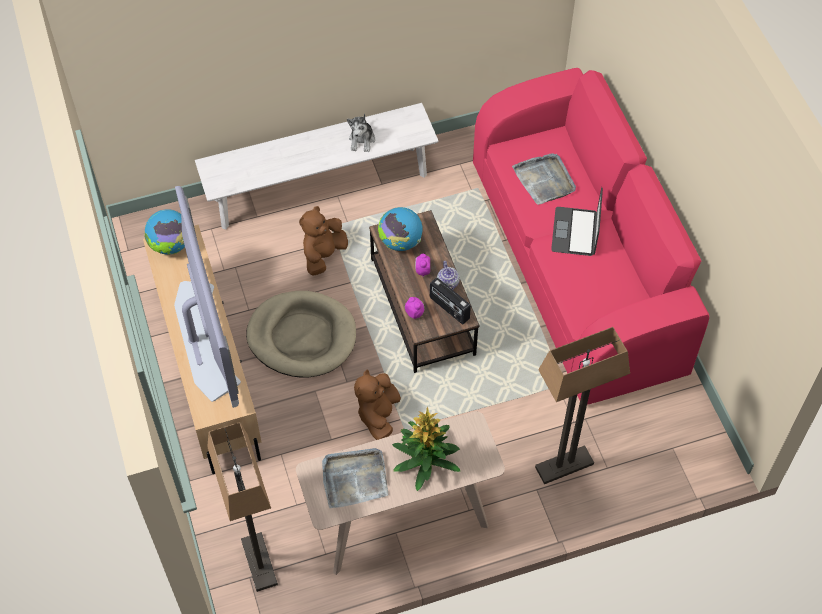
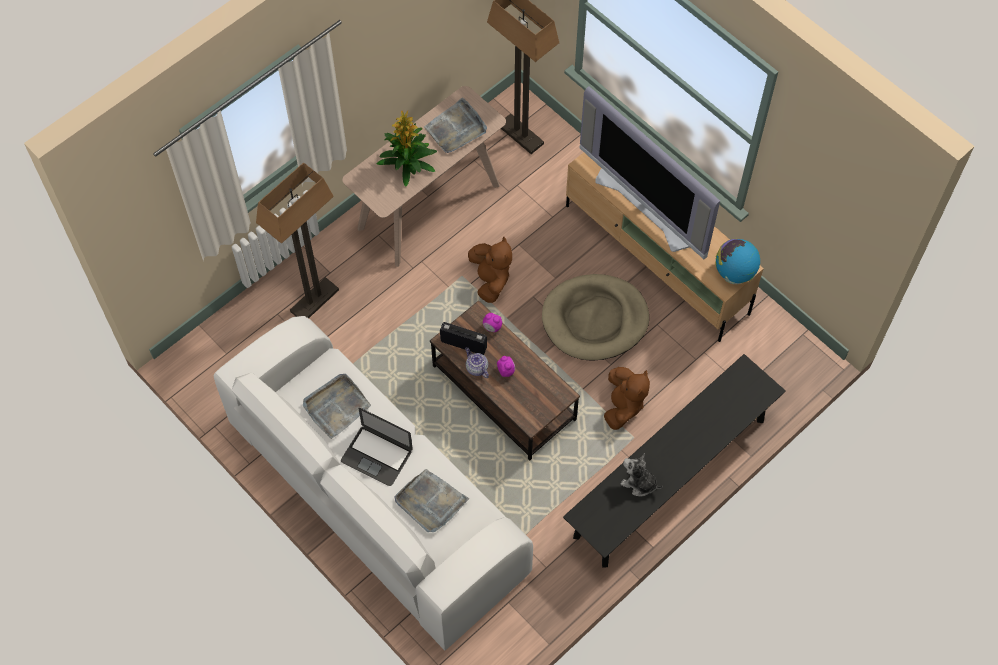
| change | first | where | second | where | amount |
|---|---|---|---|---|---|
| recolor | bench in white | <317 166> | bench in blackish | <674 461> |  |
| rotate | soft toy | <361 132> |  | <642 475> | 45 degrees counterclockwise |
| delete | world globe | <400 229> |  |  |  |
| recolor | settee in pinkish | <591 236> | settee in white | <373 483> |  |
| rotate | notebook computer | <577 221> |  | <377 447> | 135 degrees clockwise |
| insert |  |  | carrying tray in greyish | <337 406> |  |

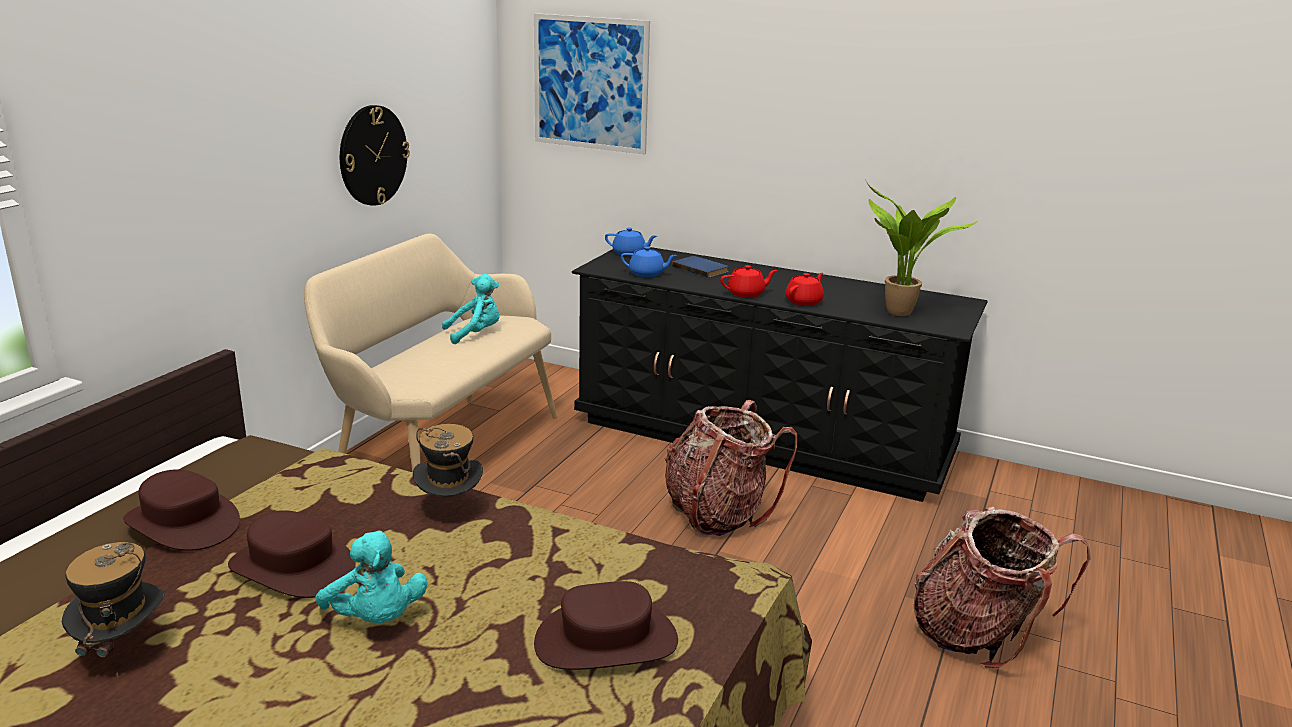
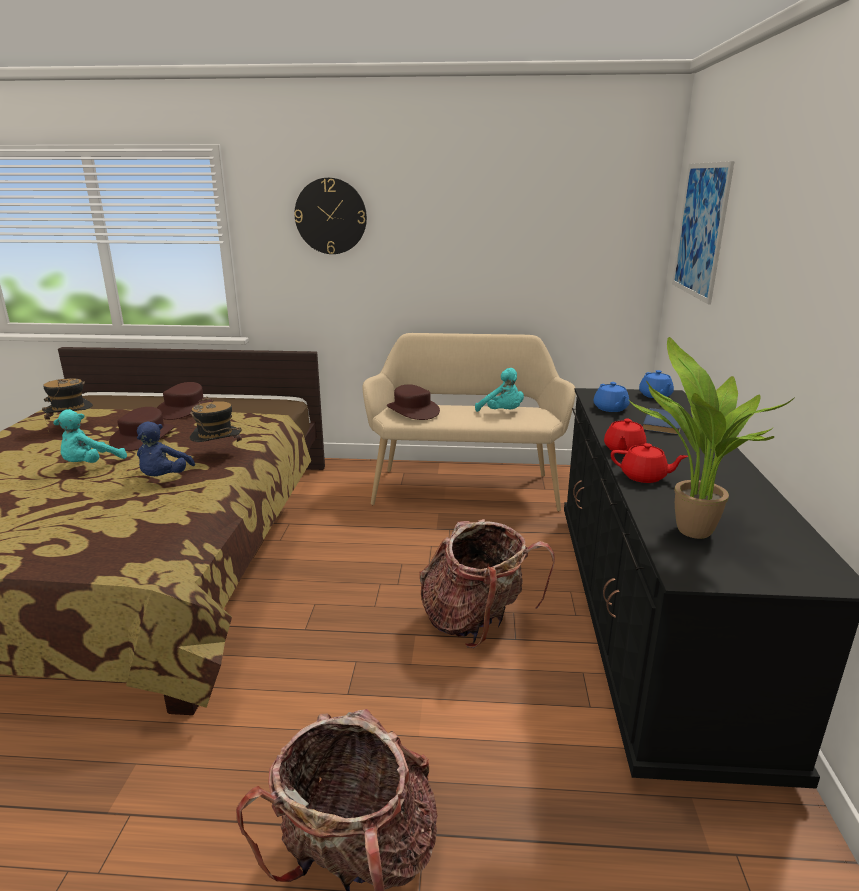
| change | first | where | second | where | amount |
|---|---|---|---|---|---|
| move | clock on the wall | <375 155> |  | <330 216> |  |
| move | clothing hat in brown-coloured | <606 625> |  | <413 402> |  |
| rotate | tea pot in reddish | <748 281> |  | <625 436> | 60 degrees clockwise |
| insert |  |  | soft toy in blue | <166 449> |  |

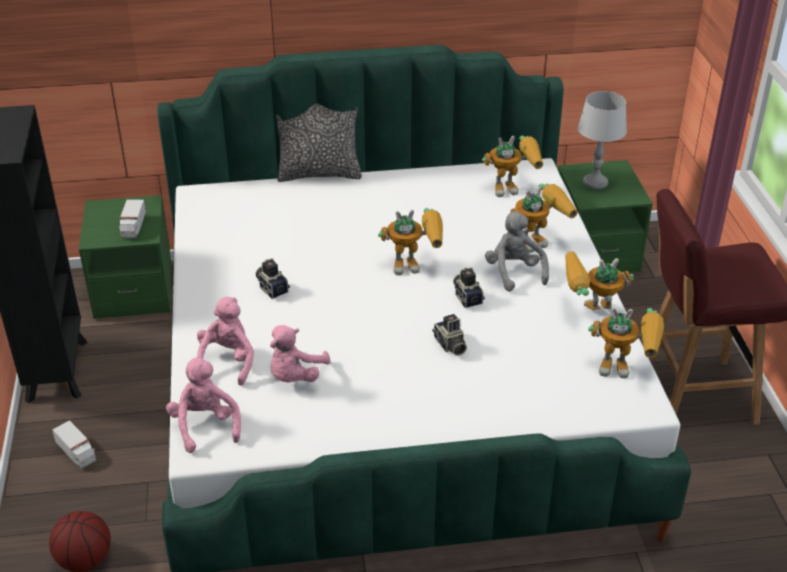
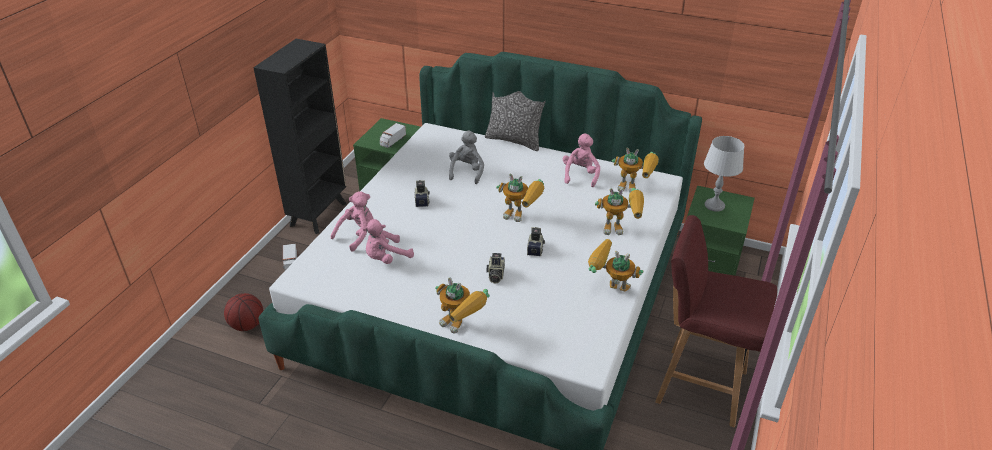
| change | first | where | second | where | amount |
|---|---|---|---|---|---|
| move | soft toy in pinkish | <203 405> |  | <581 160> |  |
| move | soft toy in greyish | <517 251> |  | <466 157> |  |
| move | model robot | <626 342> |  | <462 305> |  |

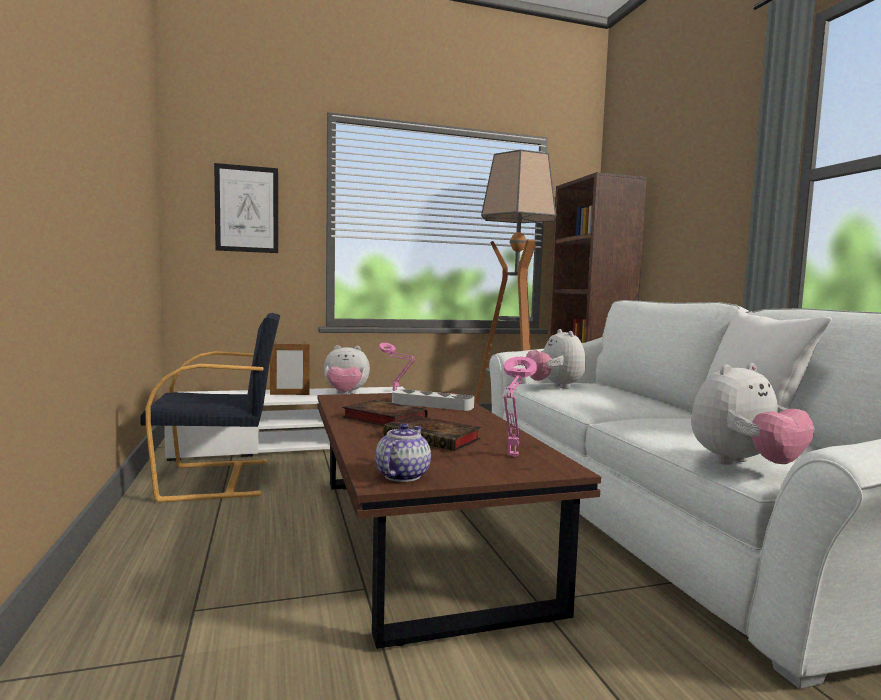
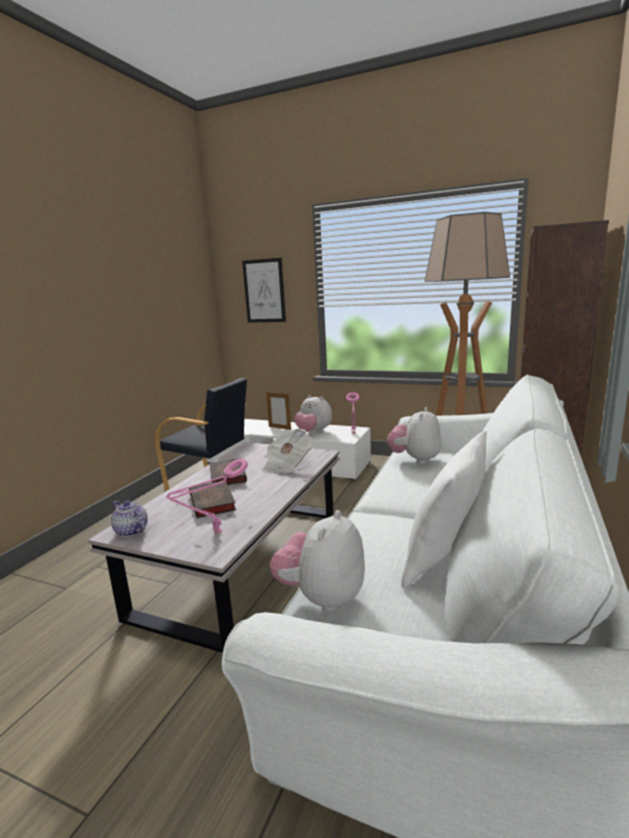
| change | first | where | second | where | amount |
|---|---|---|---|---|---|
| recolor | low table in brown-coloured | <459 520> | low table in white | <214 547> |  |
| rotate | tea pot | <403 452> |  | <129 518> | 105 degrees counterclockwise |
| replace | carrying tray in greyish | <433 400> | daily paper | <288 451> |  |
| rotate | soft toy | <753 414> |  | <317 560> | 105 degrees clockwise |

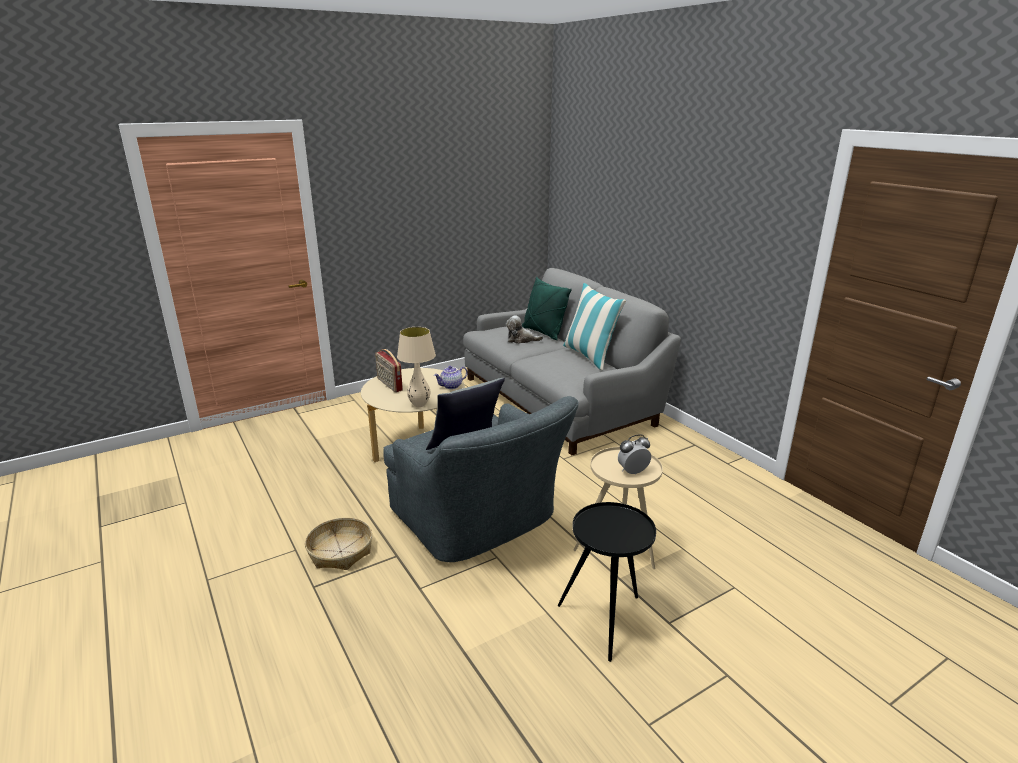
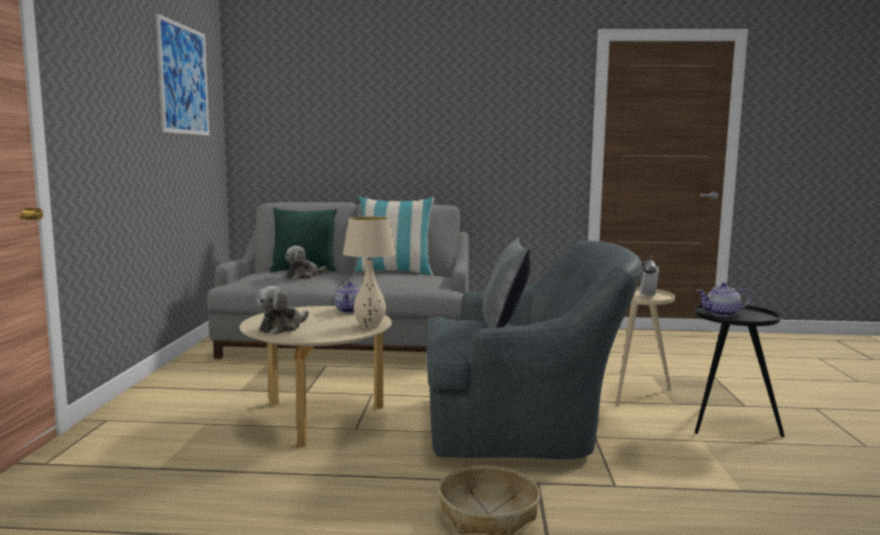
| change | first | where | second | where | amount |
|---|---|---|---|---|---|
| replace | radio set | <389 370> | soft toy | <282 310> |  |
| insert |  |  | wall art | <182 74> |  |
| insert |  |  | tea pot | <724 300> |  |

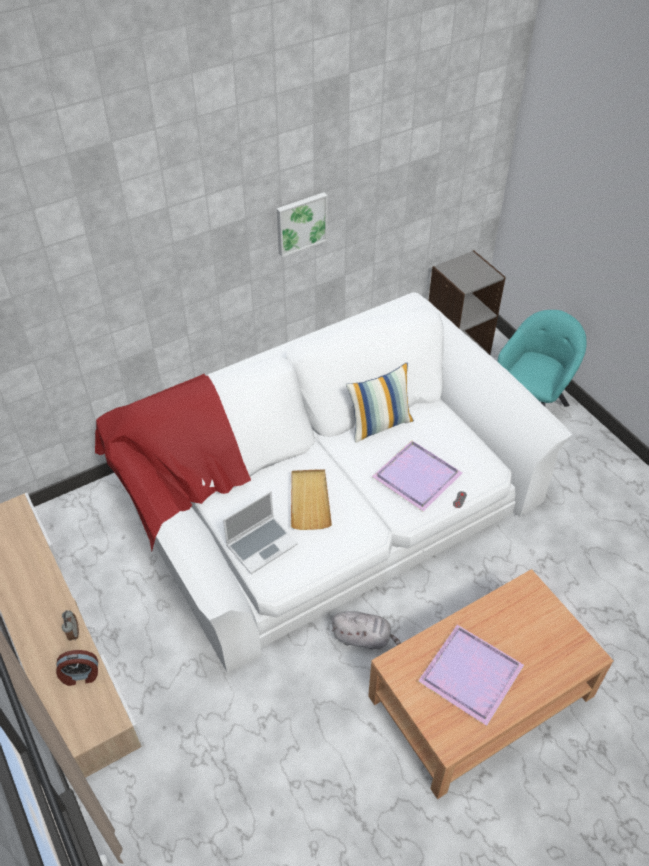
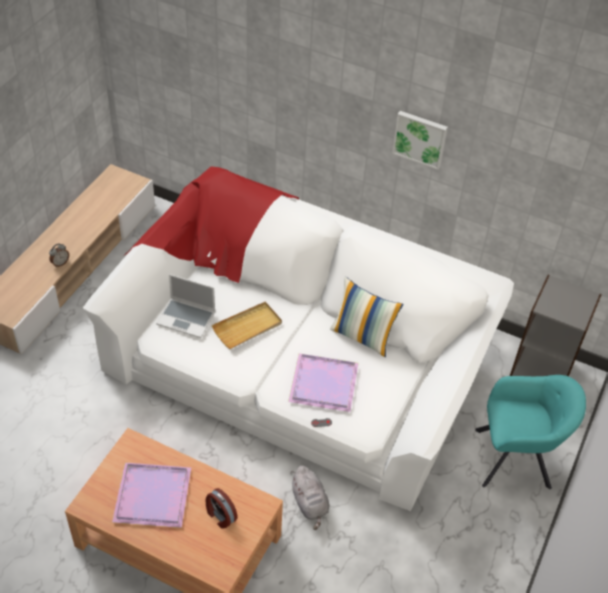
| change | first | where | second | where | amount |
|---|---|---|---|---|---|
| move | table clock | <77 668> |  | <222 508> |  |
| move | soft toy in greyish | <366 630> |  | <310 497> |  |

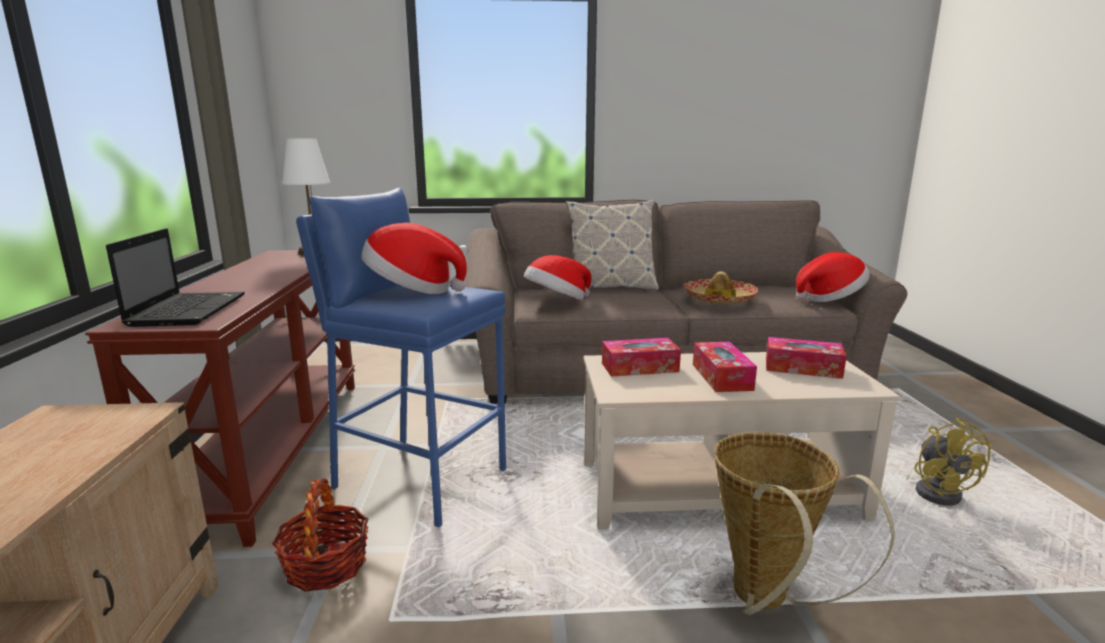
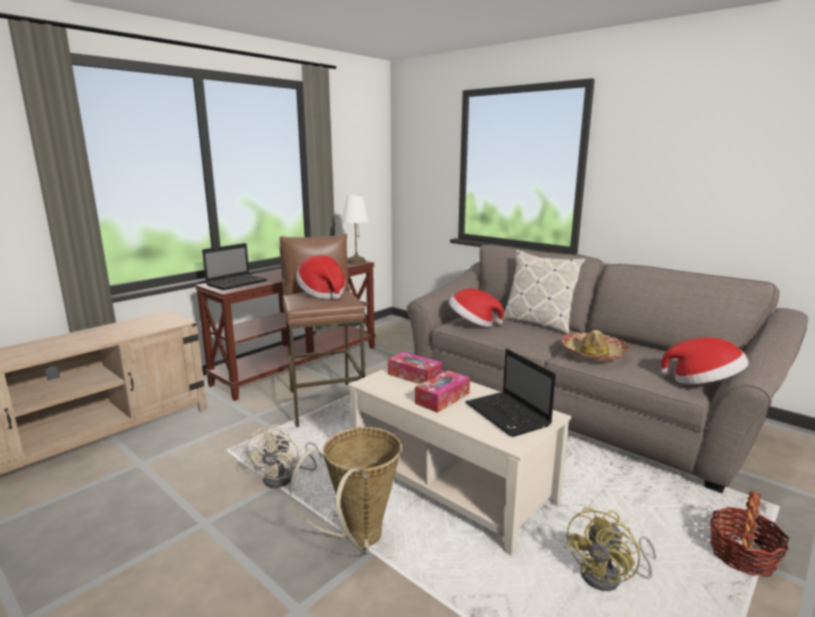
| change | first | where | second | where | amount |
|---|---|---|---|---|---|
| move | basket | <320 535> |  | <749 533> |  |
| recolor | stool in blue | <401 357> | stool in brown-coloured | <322 330> |  |
| replace | box of tissues | <806 358> | notebook computer | <510 393> |  |
| insert |  |  | electric fan in beige | <283 456> |  |

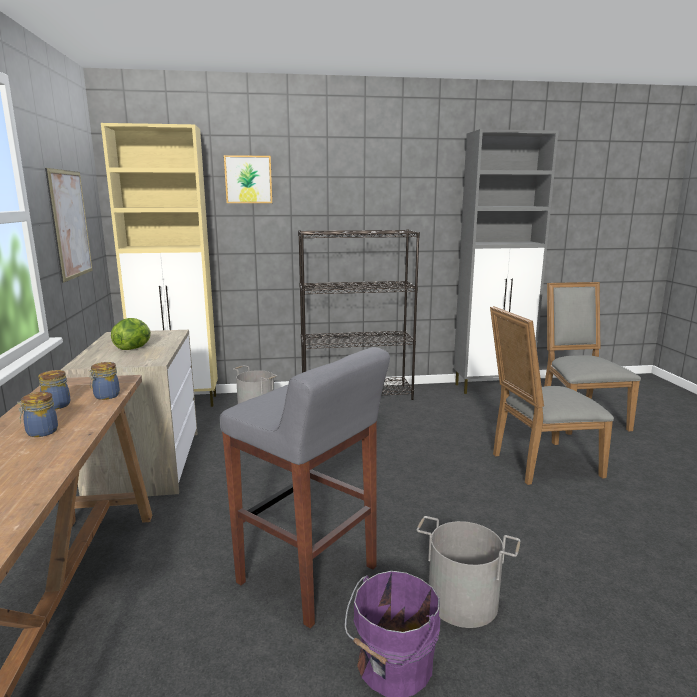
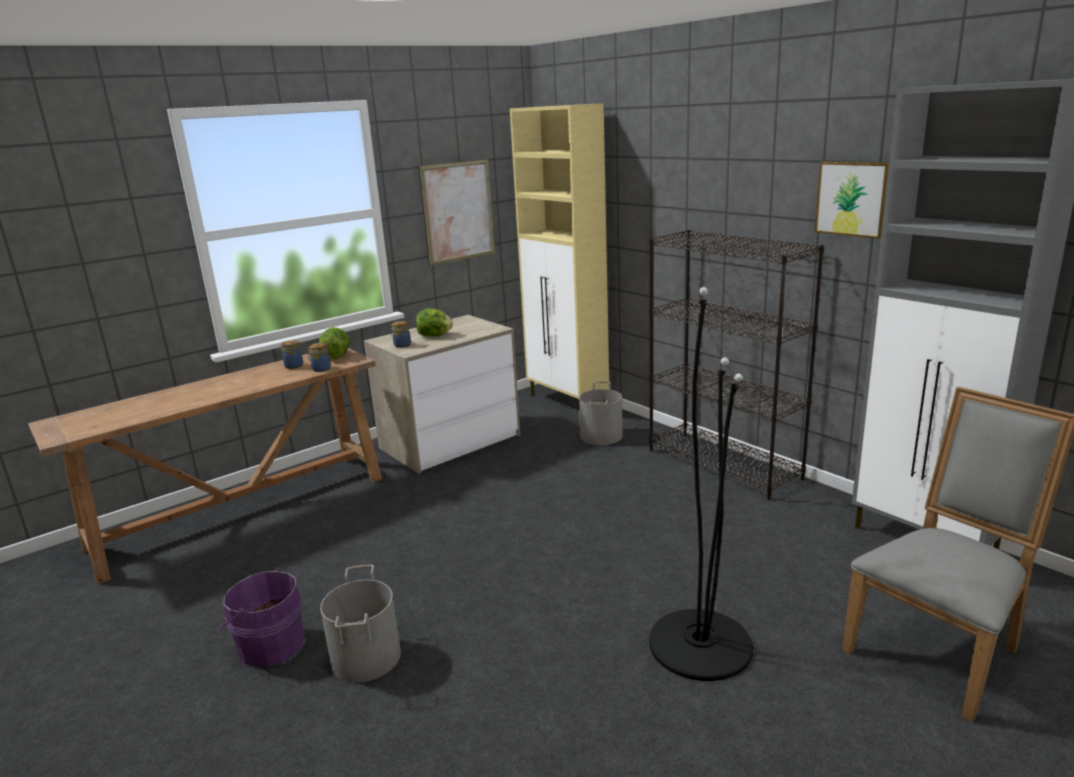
| change | first | where | second | where | amount |
|---|---|---|---|---|---|
| move | jar | <37 414> |  | <401 334> |  |
| delete | stool in greyish | <305 487> |  |  |  |
| move | wall art | <248 179> |  | <852 200> |  |
| replace | upright chair in greyish | <552 395> | floor lamp in blackish | <701 484> |  |
| insert |  |  | head of lettuce | <334 343> |  |

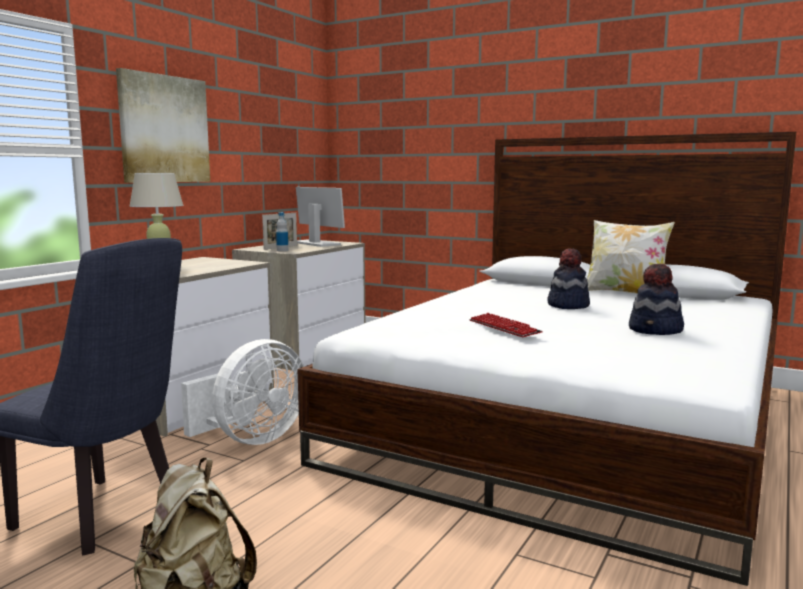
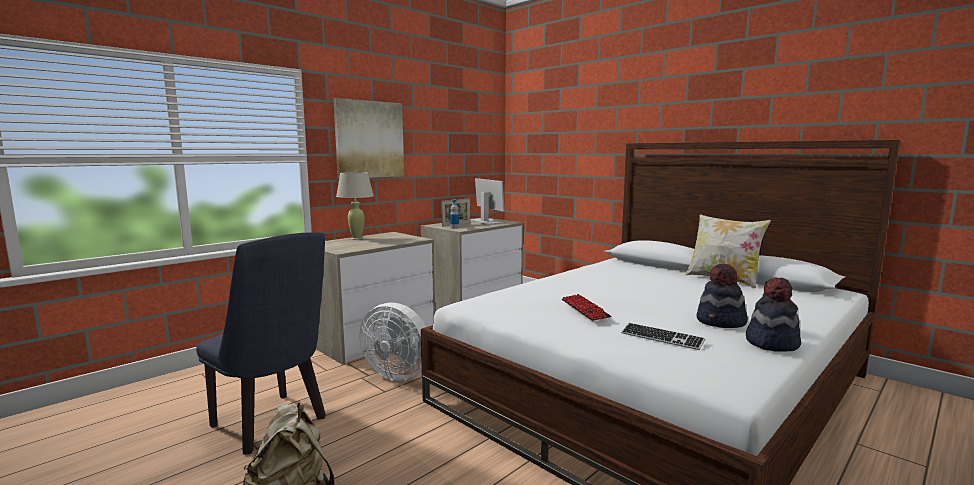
| change | first | where | second | where | amount |
|---|---|---|---|---|---|
| rotate | electric fan in white | <242 392> |  | <393 342> | 60 degrees clockwise |
| move | clothing hat | <568 278> |  | <773 315> |  |
| insert |  |  | PC keyboard | <663 336> |  |

